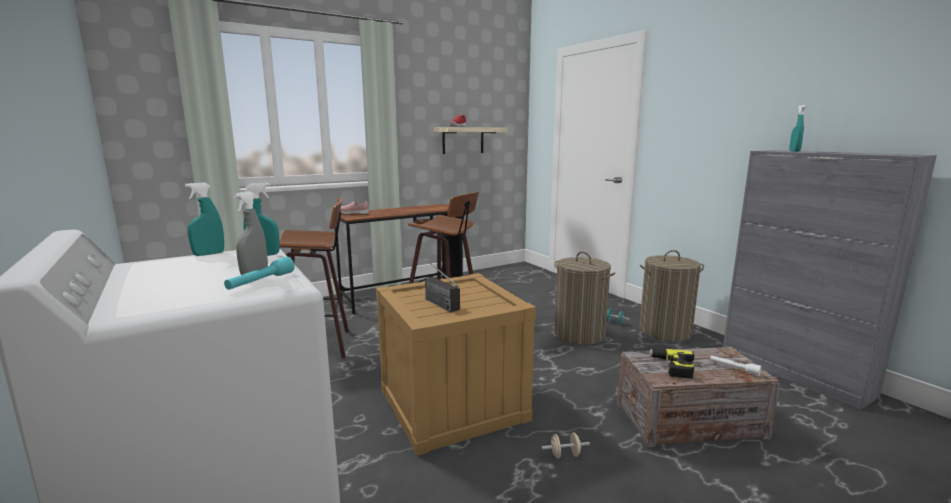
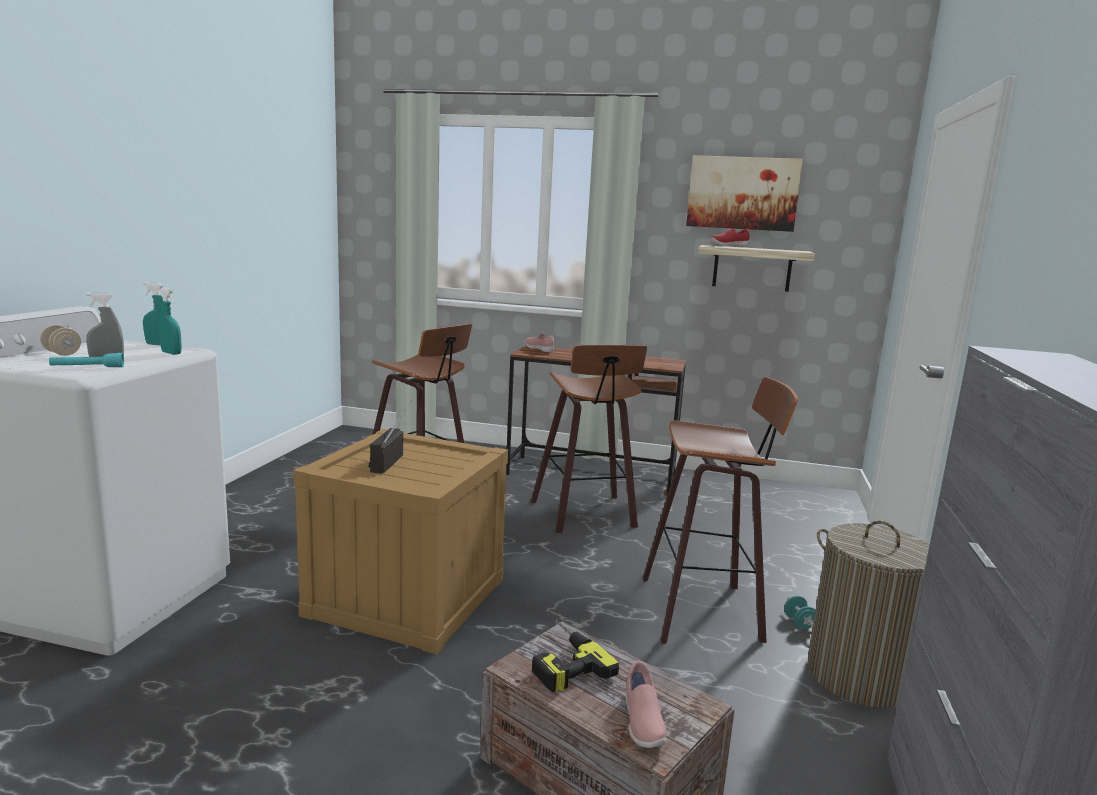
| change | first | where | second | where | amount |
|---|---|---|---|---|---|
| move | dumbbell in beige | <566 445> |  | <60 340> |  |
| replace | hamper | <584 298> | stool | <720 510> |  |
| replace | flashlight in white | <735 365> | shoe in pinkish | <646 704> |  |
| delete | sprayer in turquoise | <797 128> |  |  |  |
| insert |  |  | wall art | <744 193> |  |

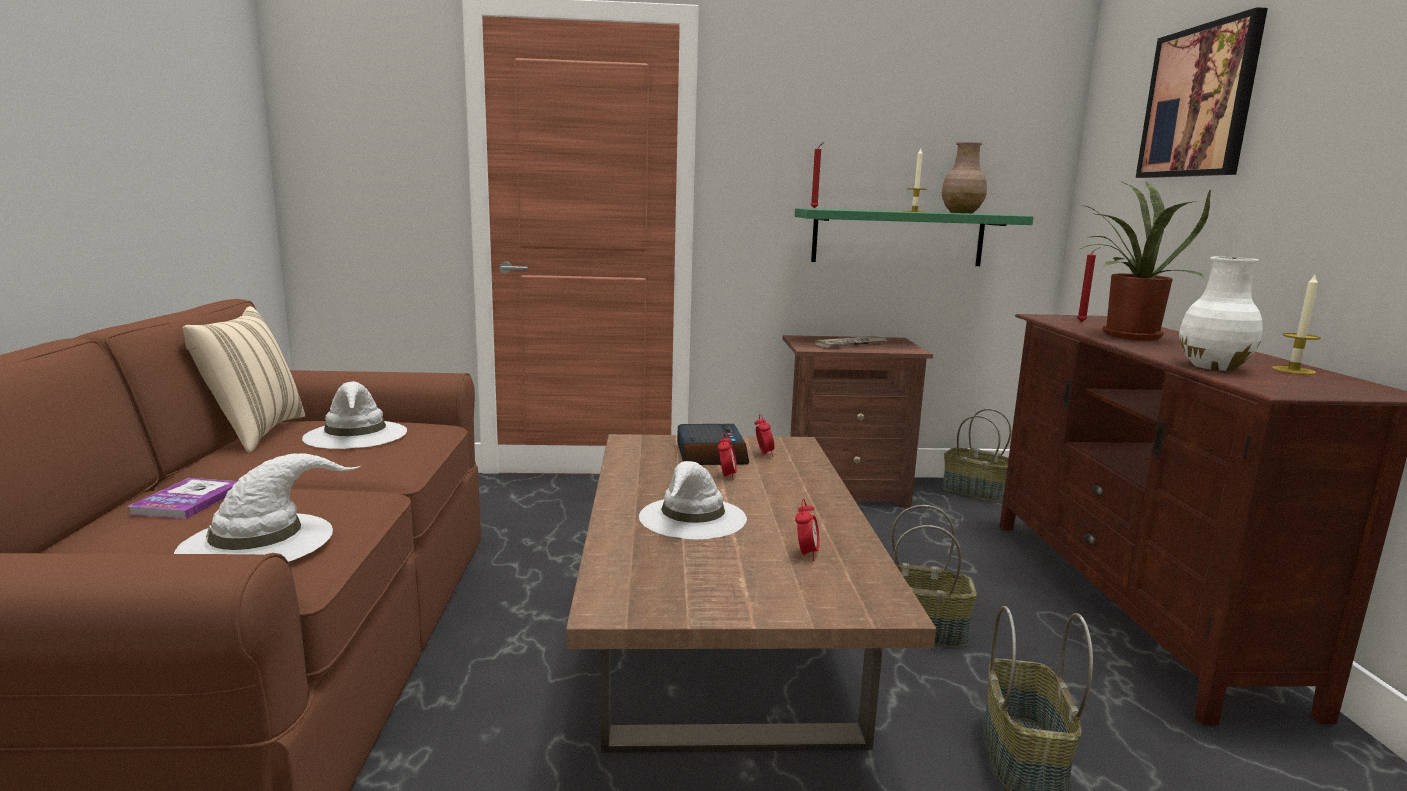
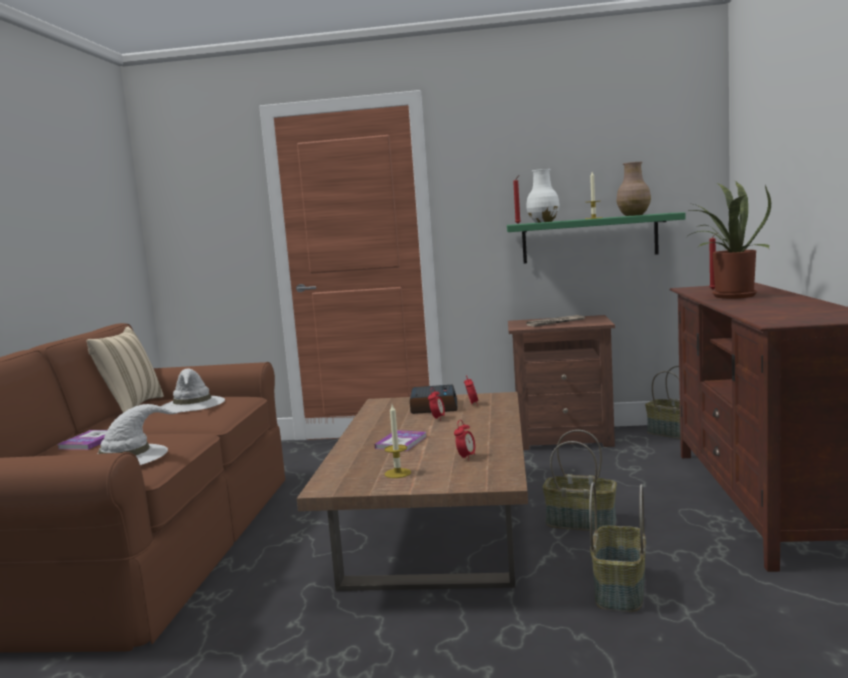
| change | first | where | second | where | amount |
|---|---|---|---|---|---|
| replace | clothing hat in white | <693 500> | volume | <401 440> |  |
| delete | wall art | <1202 92> |  |  |  |
| move | vase in white | <1221 314> |  | <543 196> |  |
| move | candle | <1296 325> |  | <398 441> |  |

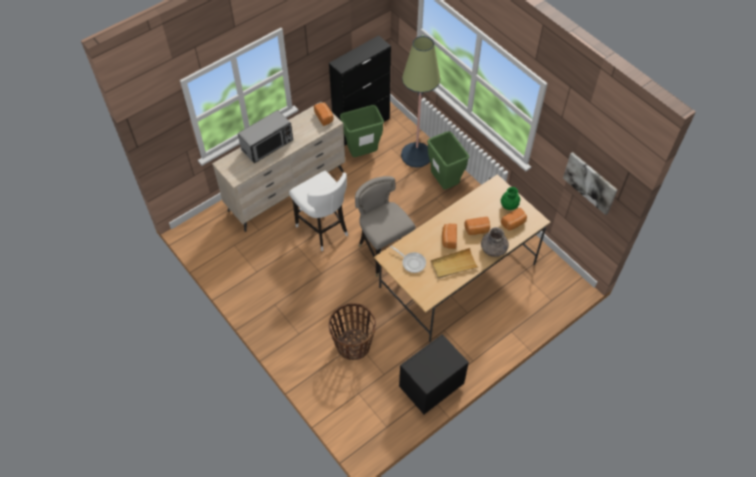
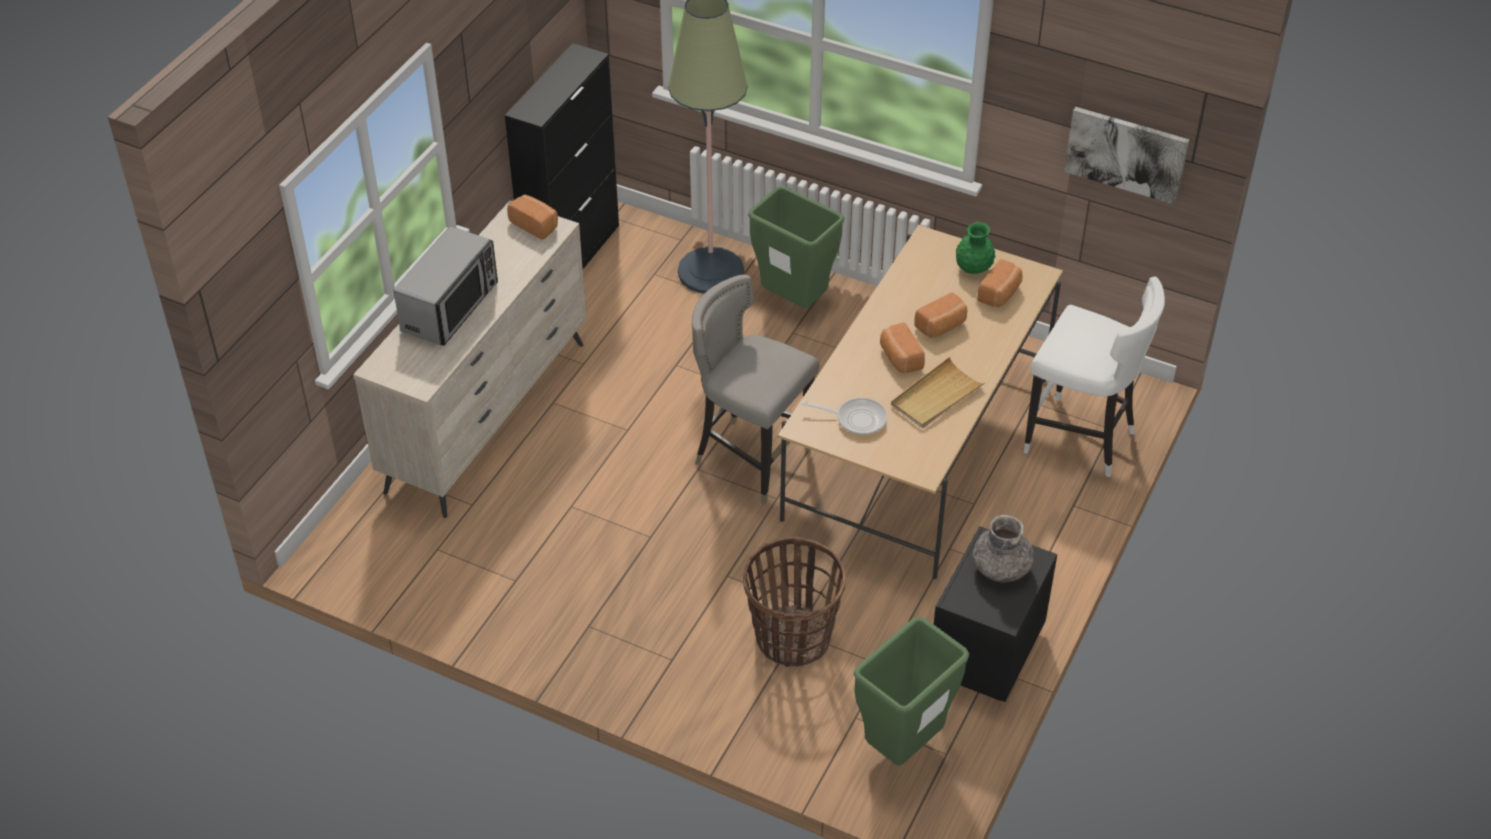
| change | first | where | second | where | amount |
|---|---|---|---|---|---|
| move | stool in white | <318 211> |  | <1094 377> |  |
| move | rubbish bin in green | <362 131> |  | <911 691> |  |
| move | vase in greyish | <495 242> |  | <1003 549> |  |

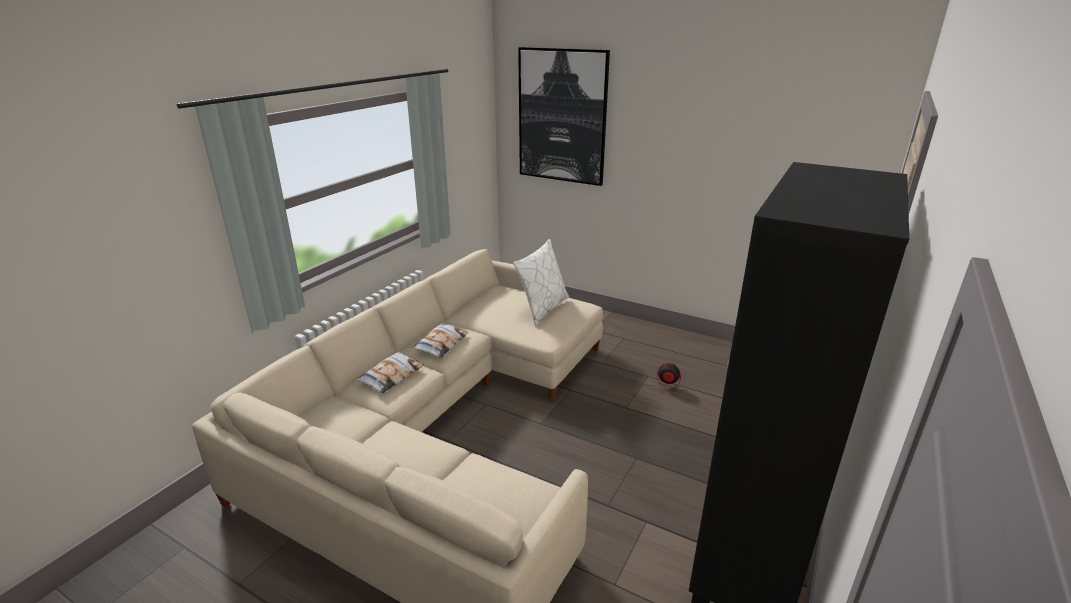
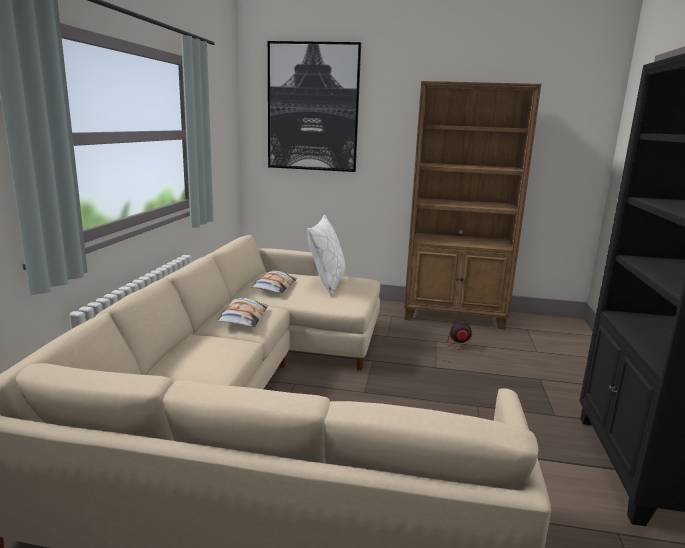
| change | first | where | second | where | amount |
|---|---|---|---|---|---|
| move | pillow | <390 372> |  | <274 282> |  |
| insert |  |  | bookshelf in brown-coloured | <472 205> |  |

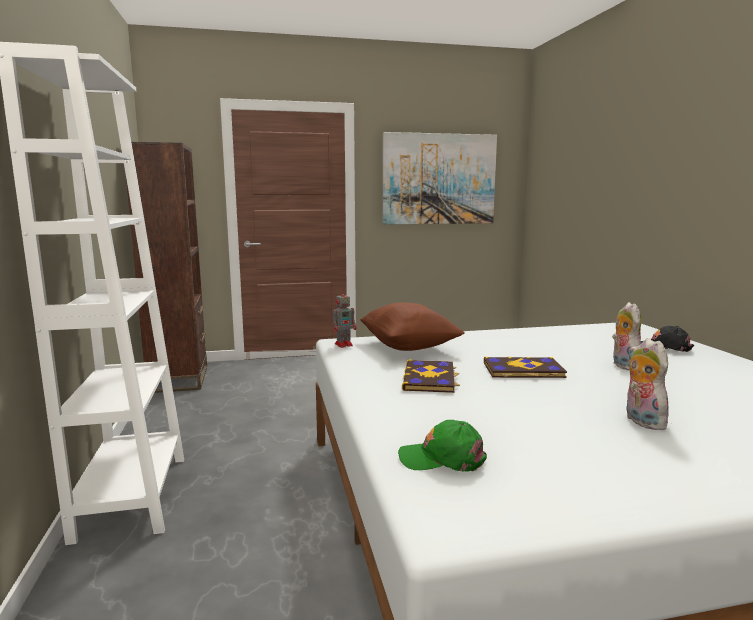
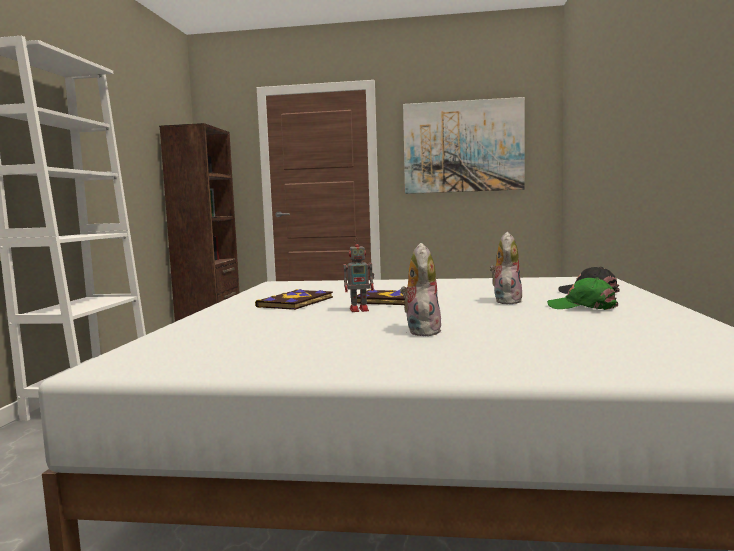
| change | first | where | second | where | amount |
|---|---|---|---|---|---|
| move | model robot | <344 318> |  | <358 275> |  |
| delete | pillow in brown-coloured | <412 326> |  |  |  |
| move | peaked cap in green | <442 446> |  | <582 293> |  |

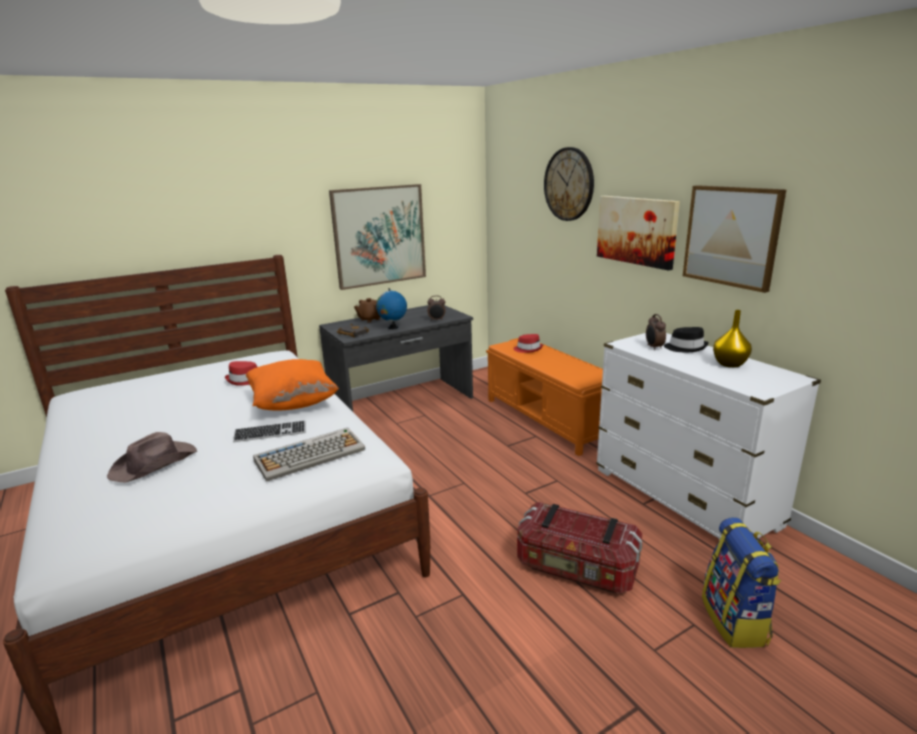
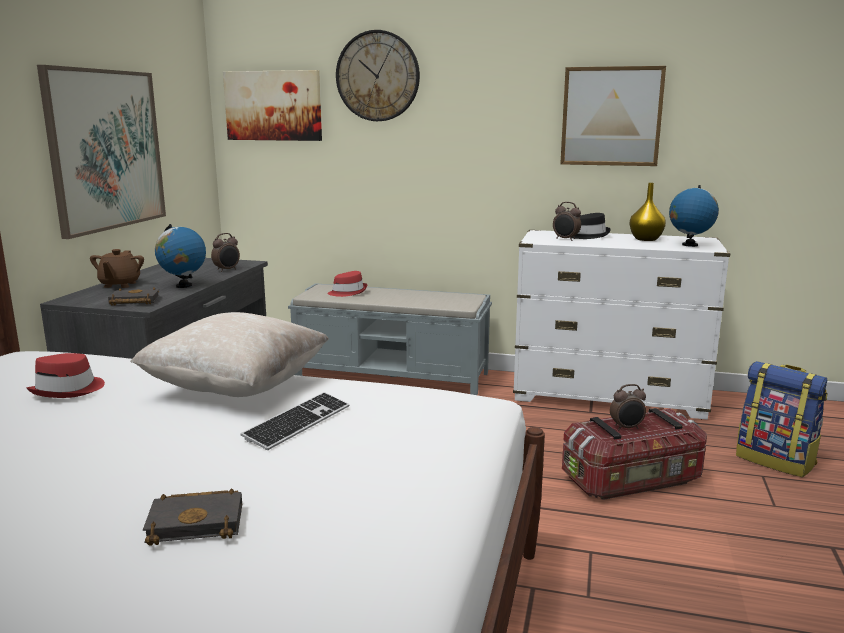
| change | first | where | second | where | amount |
|---|---|---|---|---|---|
| replace | clothing hat in brown-coloured | <152 457> | volume in blackish | <192 517> |  |
| recolor | pillow in orangey | <292 384> | pillow in beige | <229 354> |  |
| delete | PC keyboard | <309 455> |  |  |  |
| recolor | bench in orangey | <544 397> | bench in greyish | <390 339> |  |
| move | wall art | <638 233> |  | <272 105> |  |
| insert |  |  | table clock | <628 407> |  |
| insert |  |  | world globe | <694 216> |  |

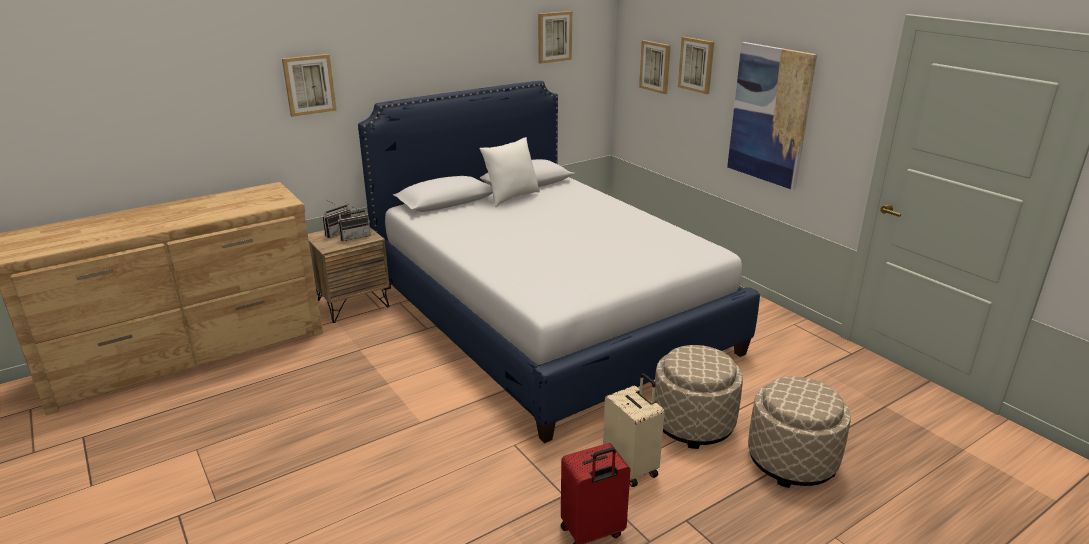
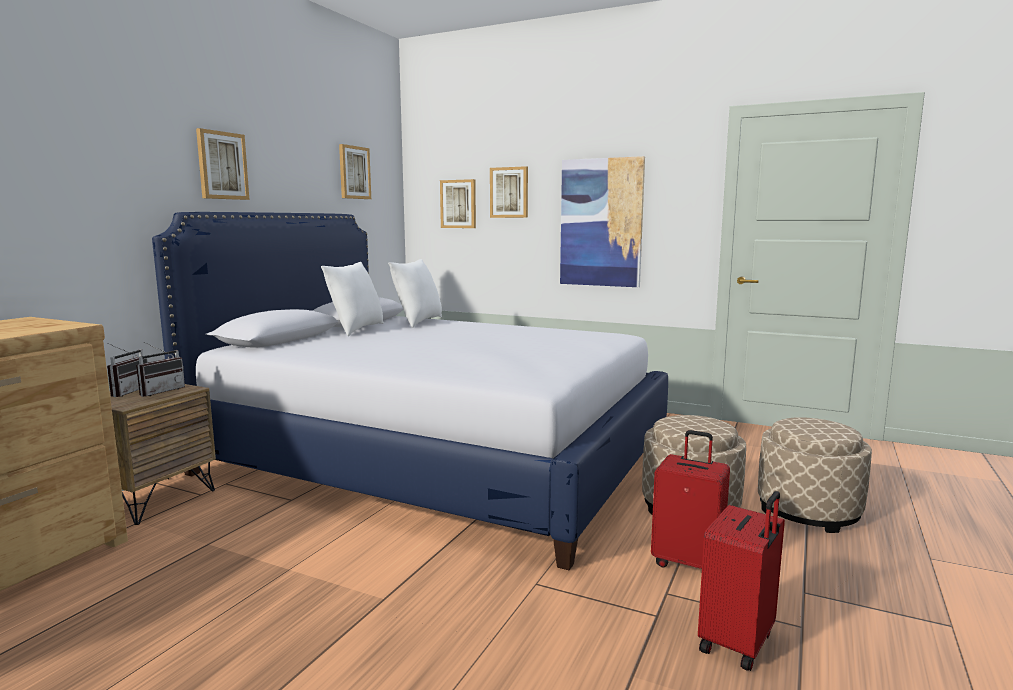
| change | first | where | second | where | amount |
|---|---|---|---|---|---|
| move | wall art | <309 85> |  | <222 164> |  |
| recolor | suitcase in beige | <633 430> | suitcase in reddish | <690 499> |  |
| insert |  |  | pillow in white | <415 293> |  |

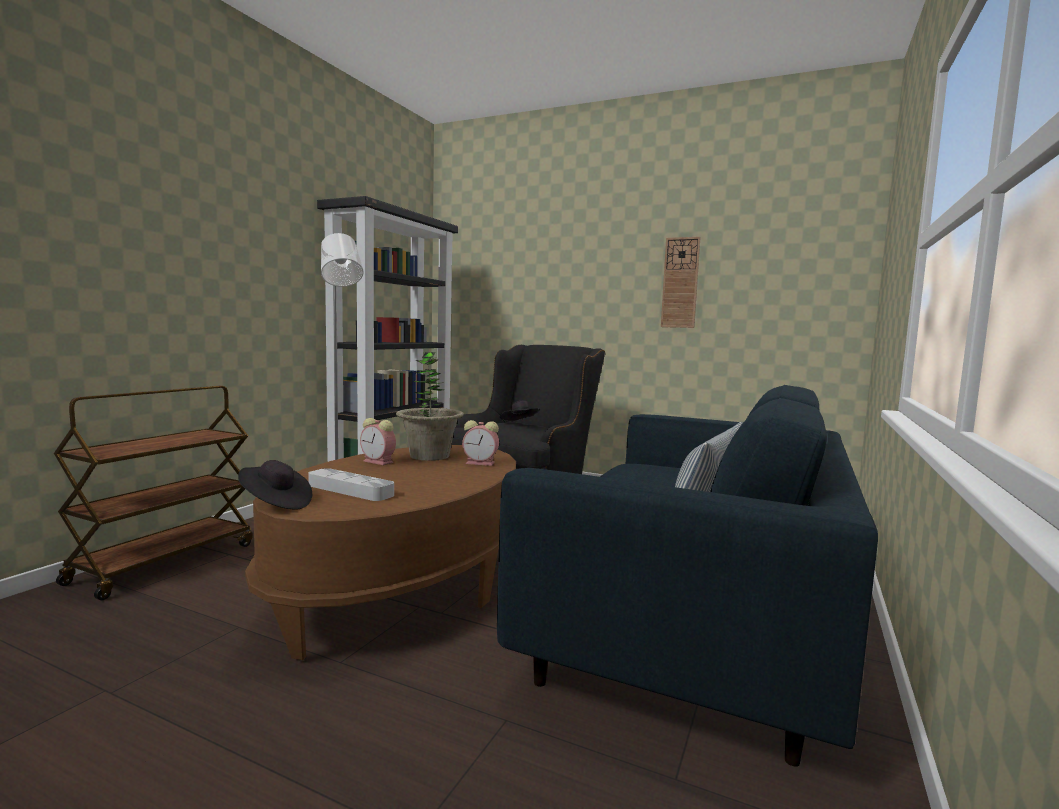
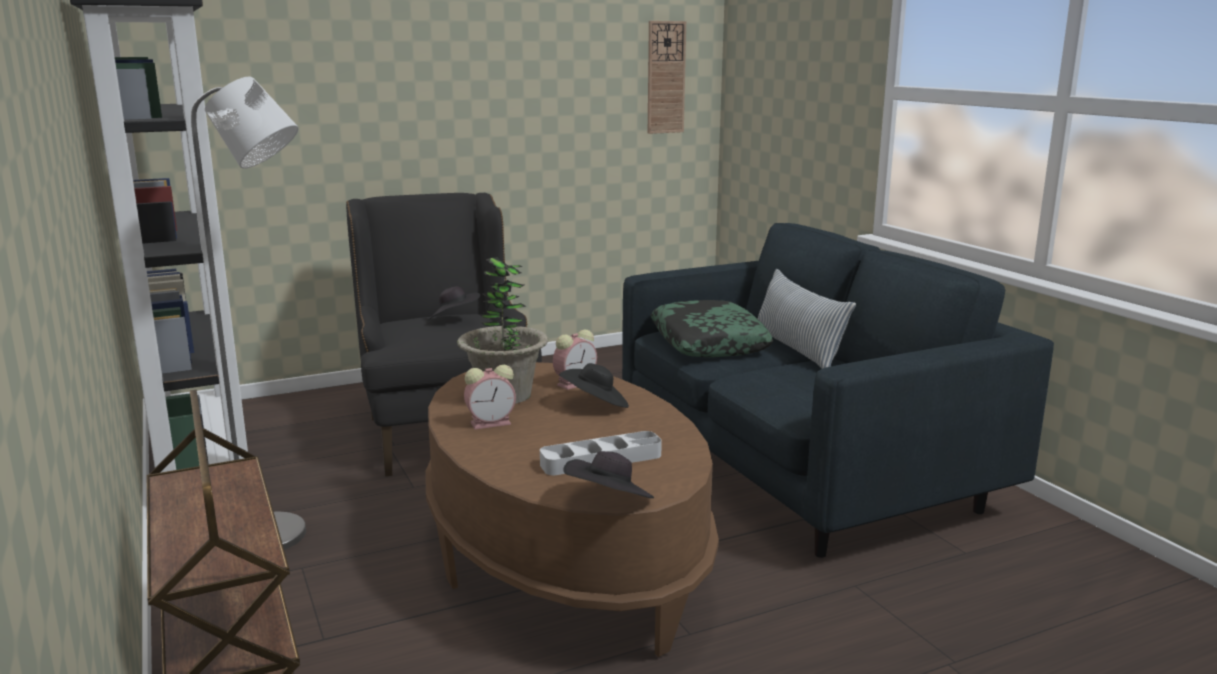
| change | first | where | second | where | amount |
|---|---|---|---|---|---|
| move | clock on the wall | <680 282> |  | <667 77> |  |
| insert |  |  | clothing hat in blackish | <594 385> |  |
| insert |  |  | pillow | <712 328> |  |

